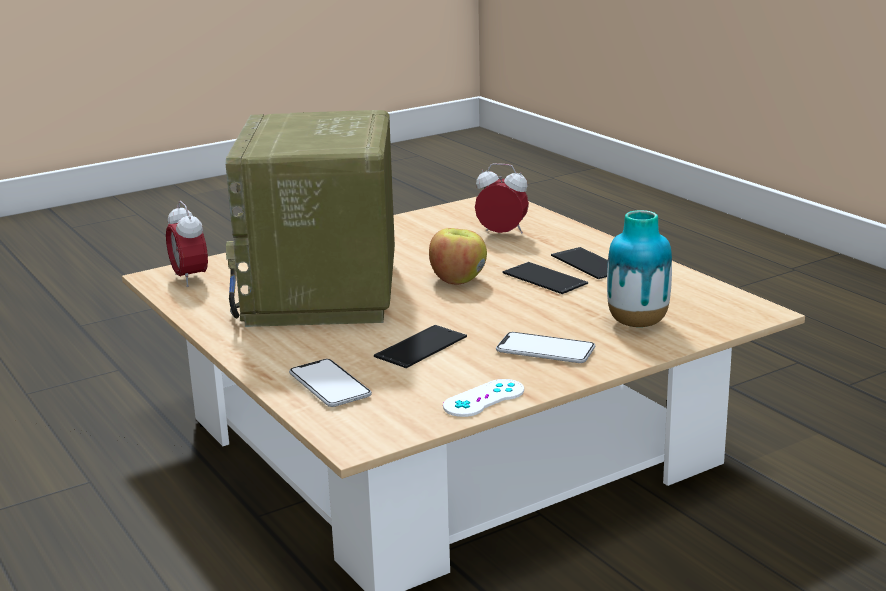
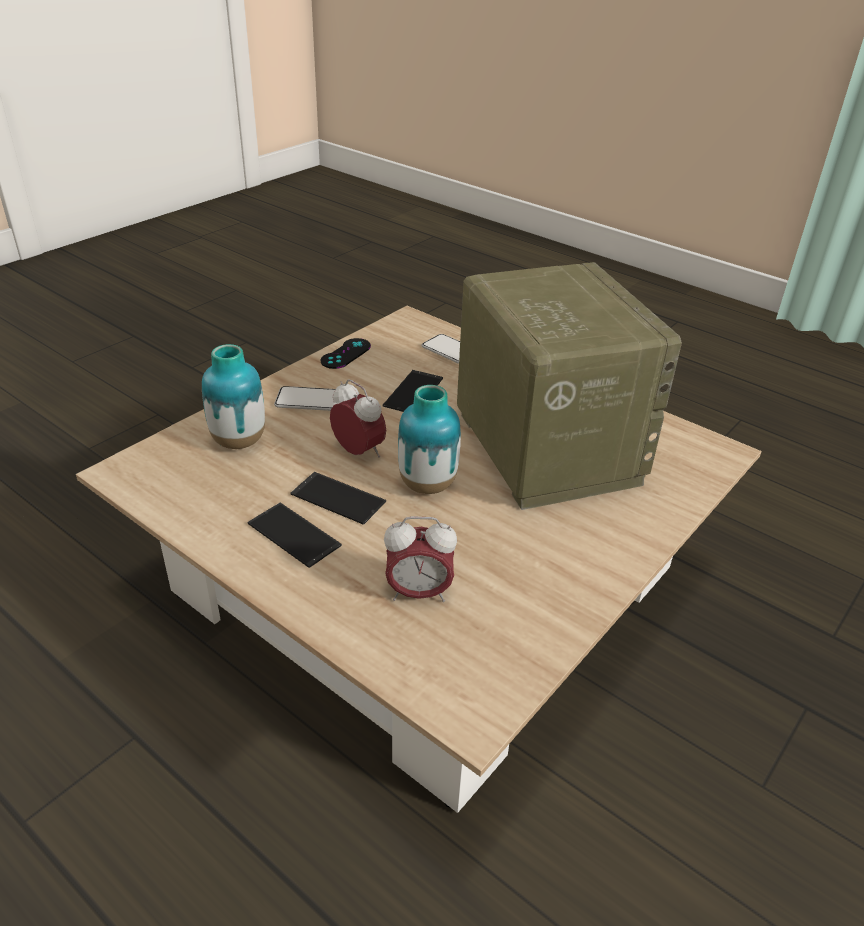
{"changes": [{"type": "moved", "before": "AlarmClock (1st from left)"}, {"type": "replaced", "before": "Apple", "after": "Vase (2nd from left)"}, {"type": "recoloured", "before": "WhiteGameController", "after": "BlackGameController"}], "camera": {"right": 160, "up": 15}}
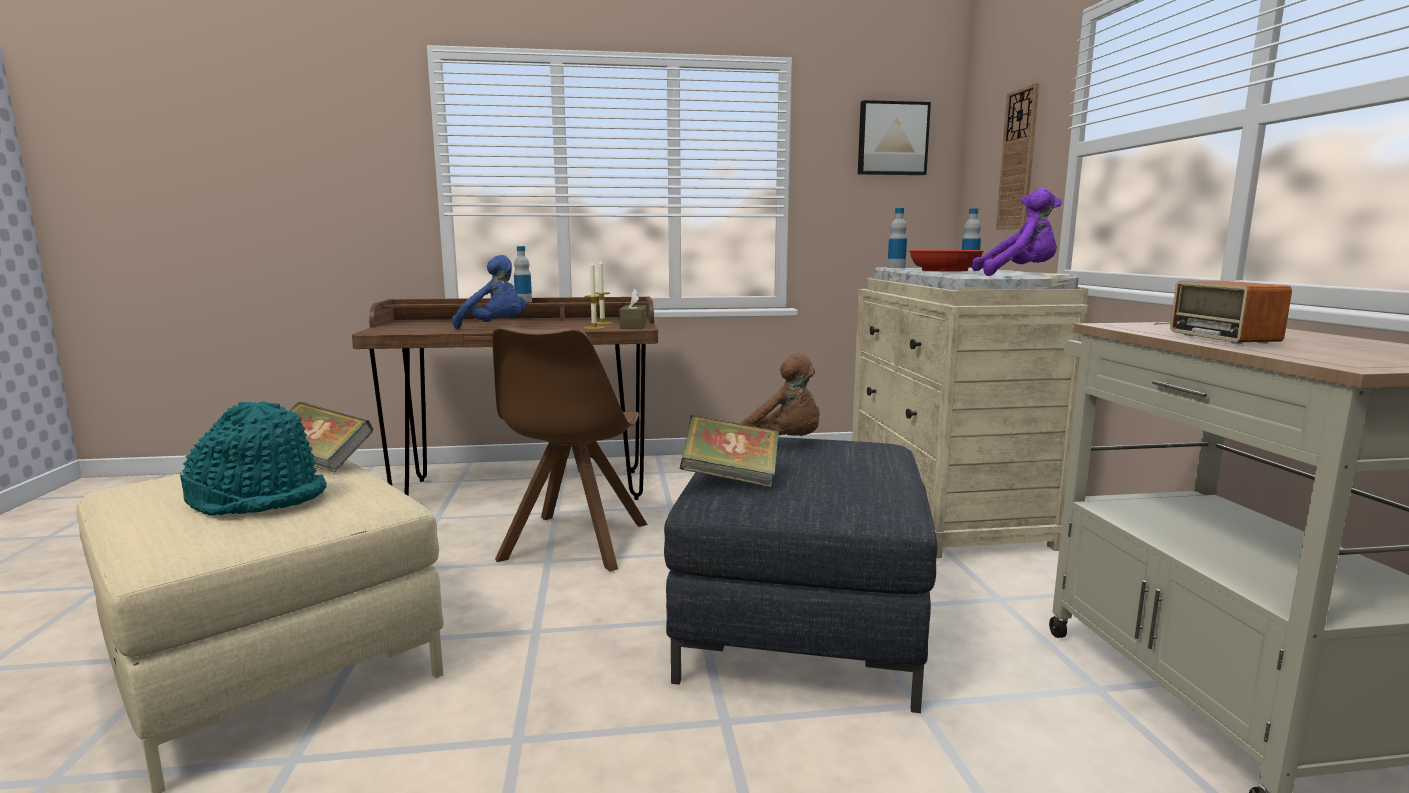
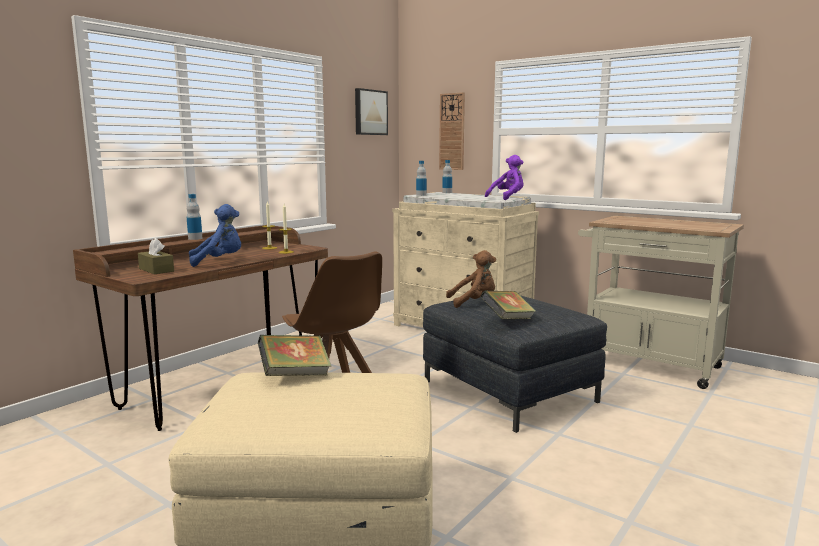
{"changes": [{"type": "removed", "before": "TurquoiseHat"}, {"type": "moved", "before": "BrownTissueBox"}, {"type": "removed", "before": "RedBowl"}, {"type": "removed", "before": "Radio"}], "camera": {"right": -45, "up": 0}}
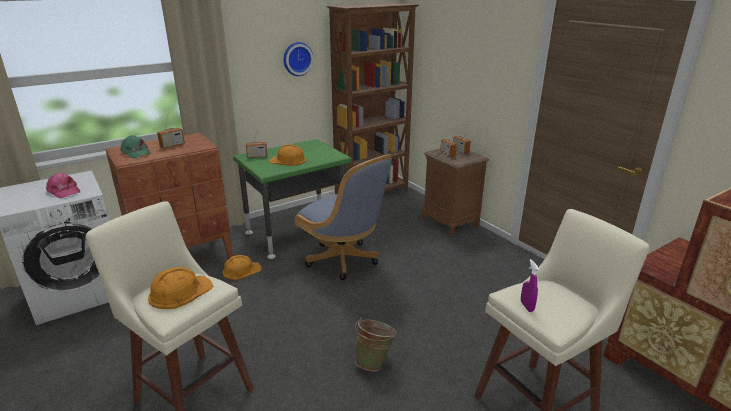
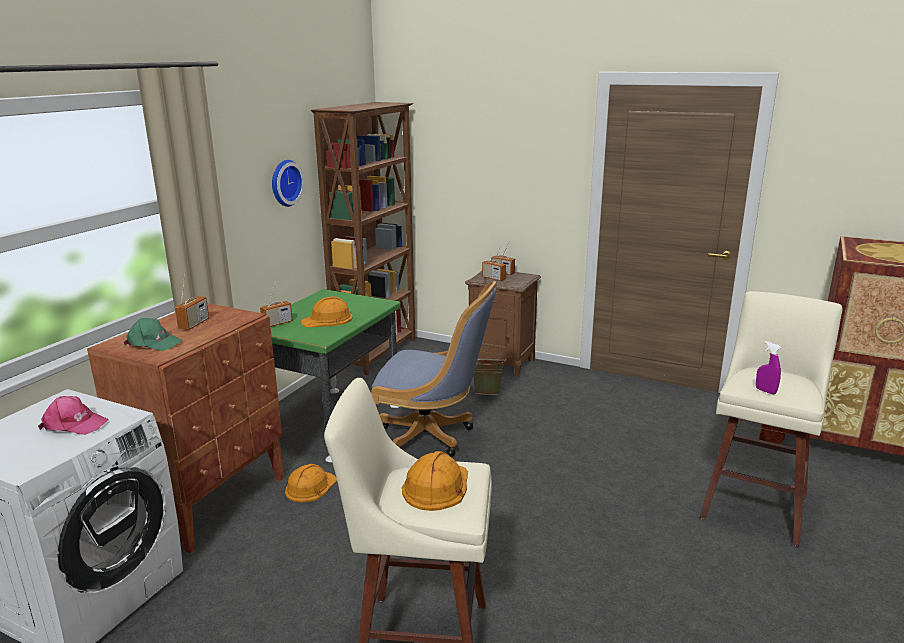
{"changes": [{"type": "moved", "before": "GreenBucket"}], "camera": {"right": -30, "up": -5}}
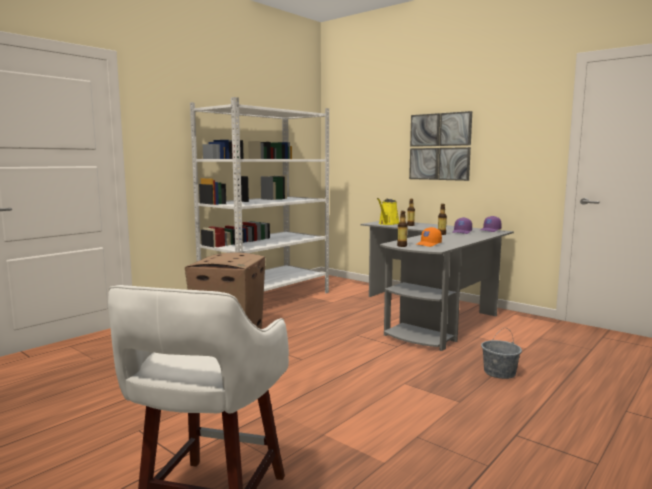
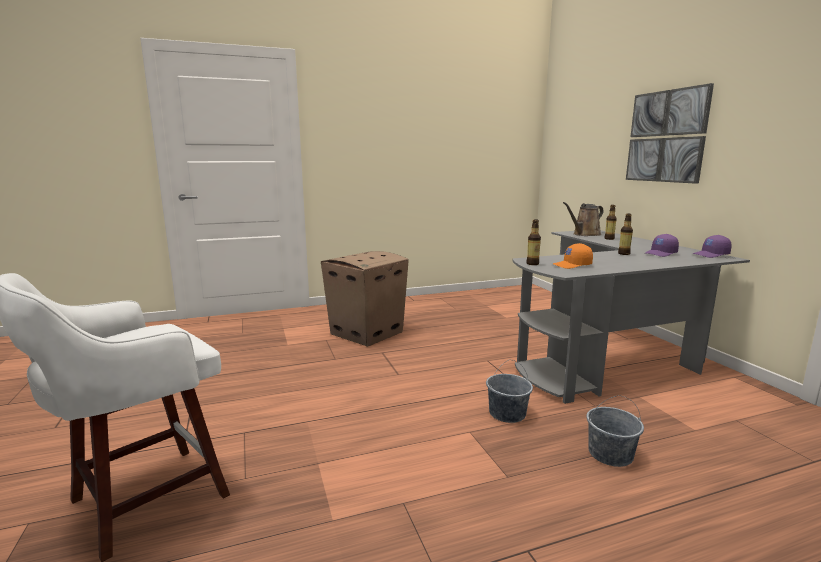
{"changes": [{"type": "removed", "before": "WhiteBookcase"}, {"type": "recoloured", "before": "YellowWateringCan", "after": "BrownWateringCan"}, {"type": "added", "after": "GreyBucket (1st from left)"}], "camera": {"right": 30, "up": 5}}
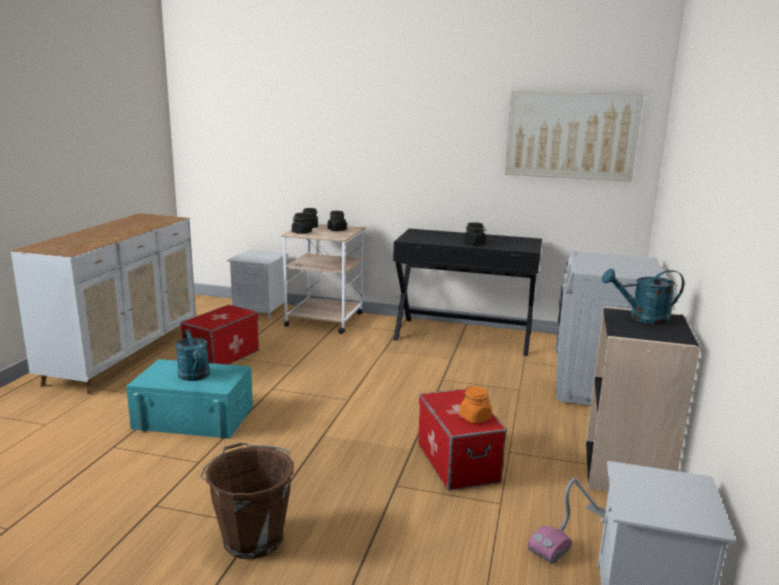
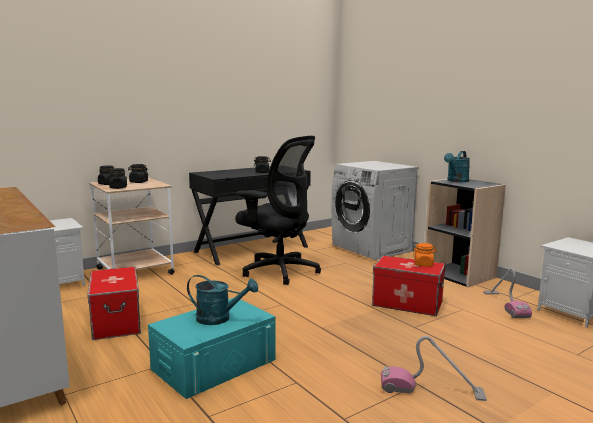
{"changes": [{"type": "replaced", "before": "BrownBucket", "after": "VacuumCleaner (1st from left)"}, {"type": "removed", "before": "Picture"}, {"type": "added", "after": "BlackOfficeChair"}], "camera": {"right": -50, "up": -5}}
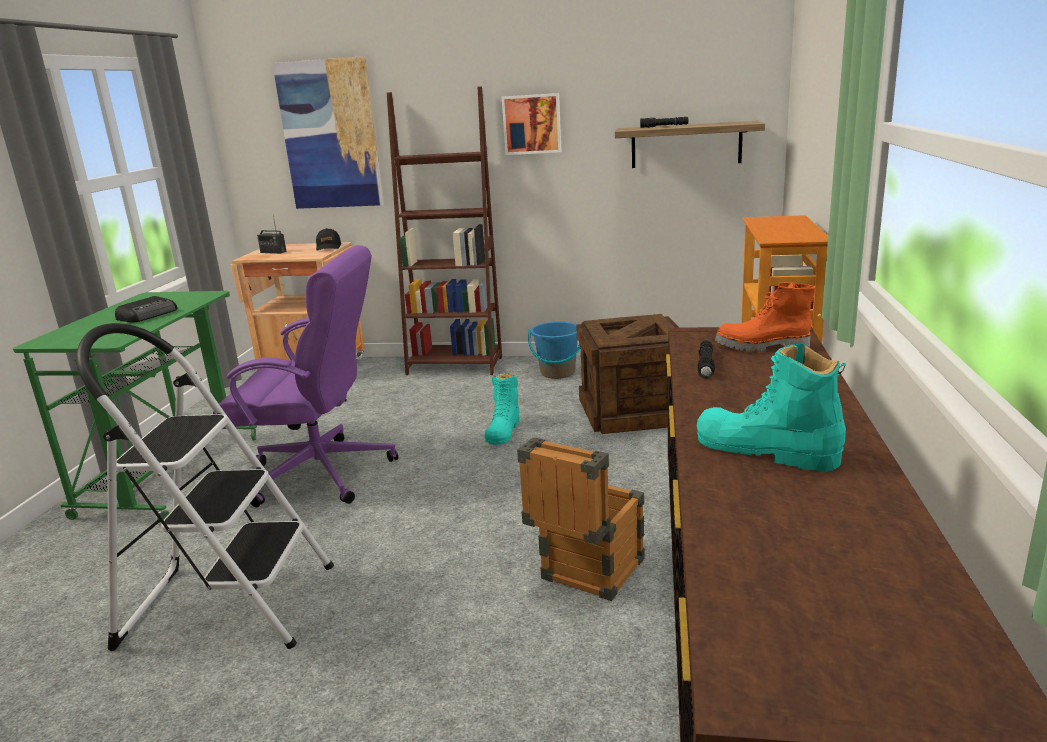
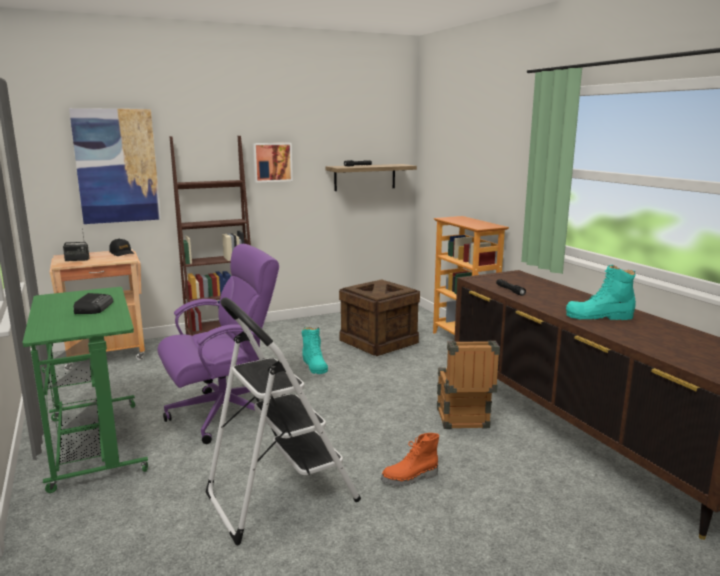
{"changes": [{"type": "removed", "before": "BlueBucket"}, {"type": "moved", "before": "OrangeBoot"}], "camera": {"right": -35, "up": -5}}
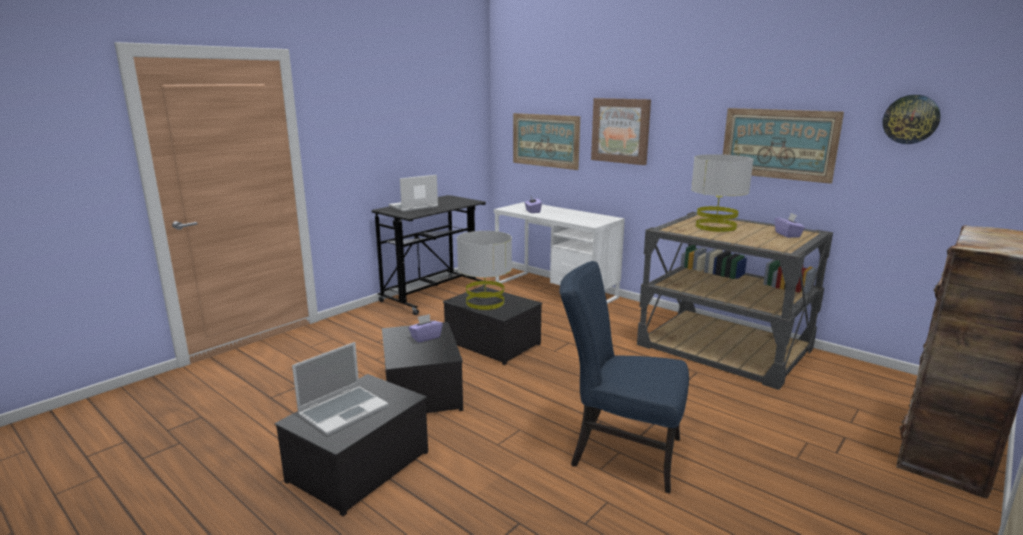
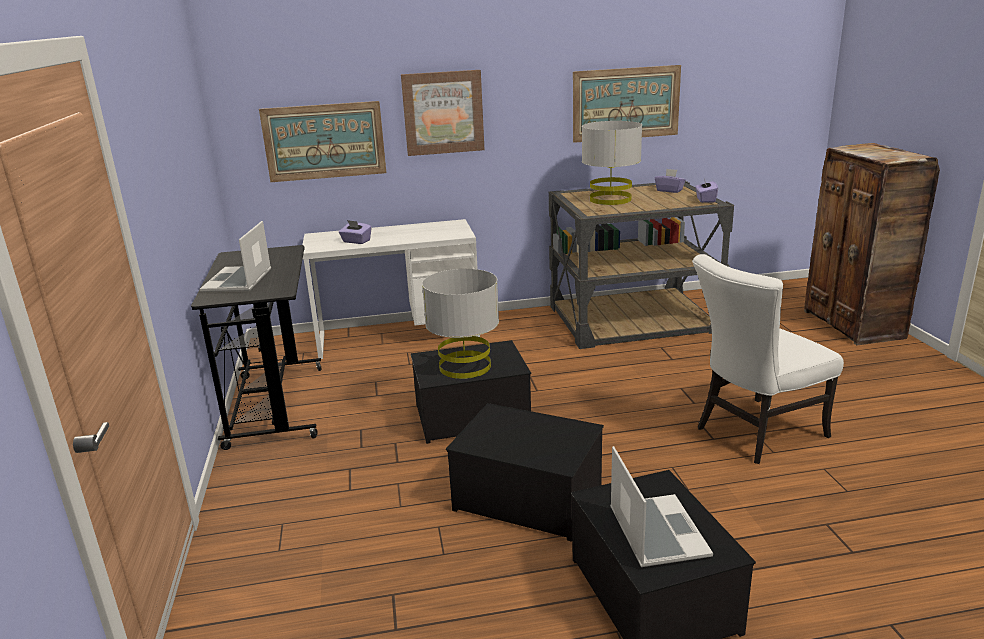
{"changes": [{"type": "moved", "before": "PurpleTissueBox (1st from left in the first image)", "after": "PurpleTissueBox (3rd from left)"}, {"type": "recoloured", "before": "BlueChair", "after": "WhiteChair"}, {"type": "removed", "before": "WallClock"}], "camera": {"right": -50, "up": 5}}
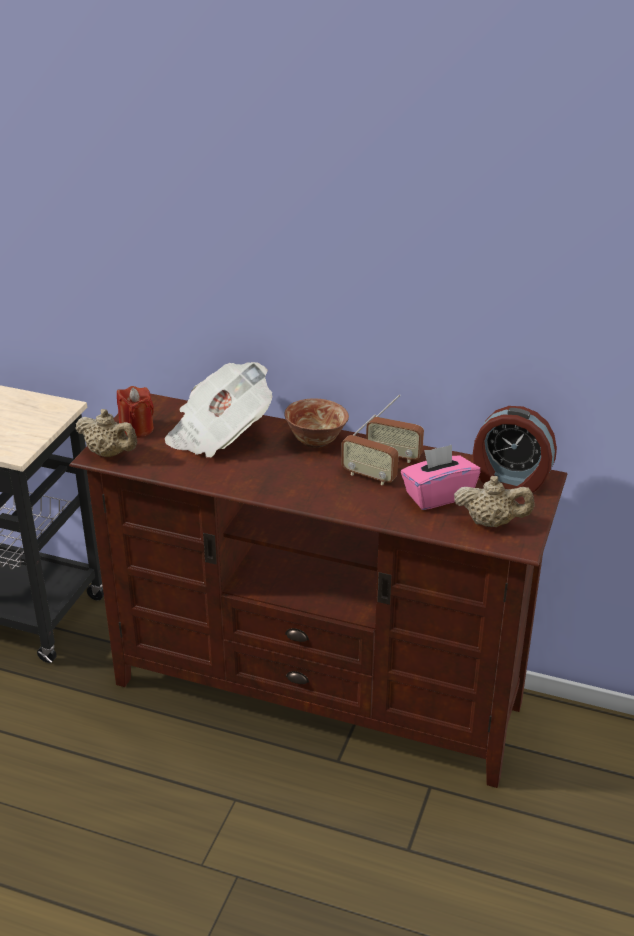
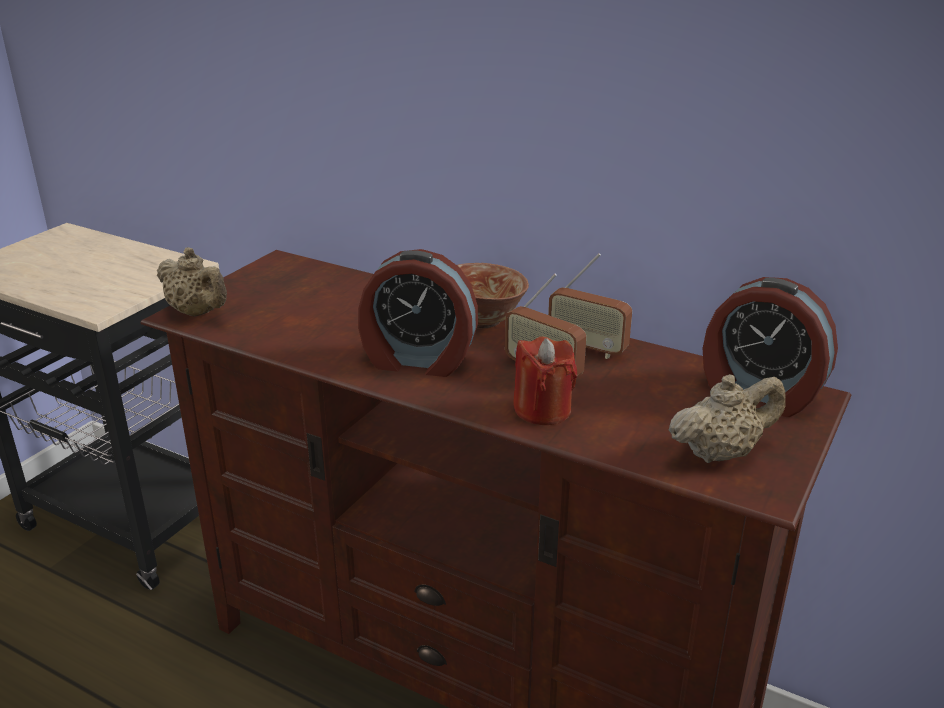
{"changes": [{"type": "moved", "before": "RedCandle"}, {"type": "removed", "before": "Newspaper"}, {"type": "removed", "before": "PinkTissueBox"}, {"type": "turned", "before": "BeigeTeapot (2nd from left)", "turn": -45}, {"type": "added", "after": "AlarmClock (1st from left)"}], "camera": {"right": 10, "up": -5}}
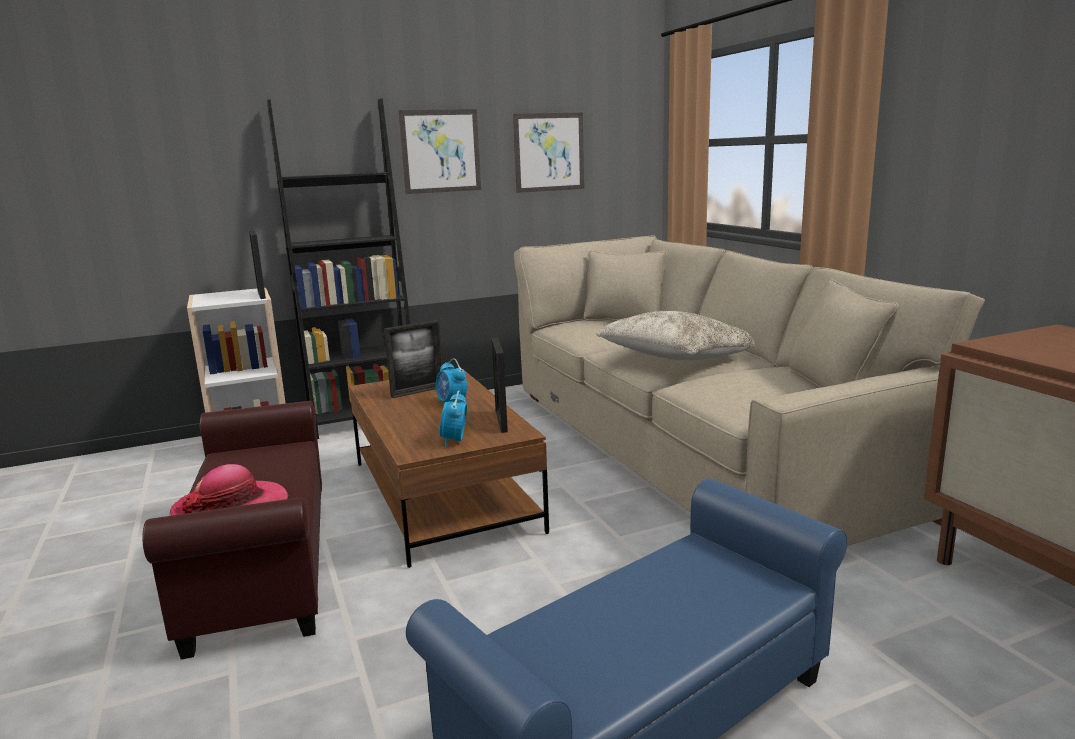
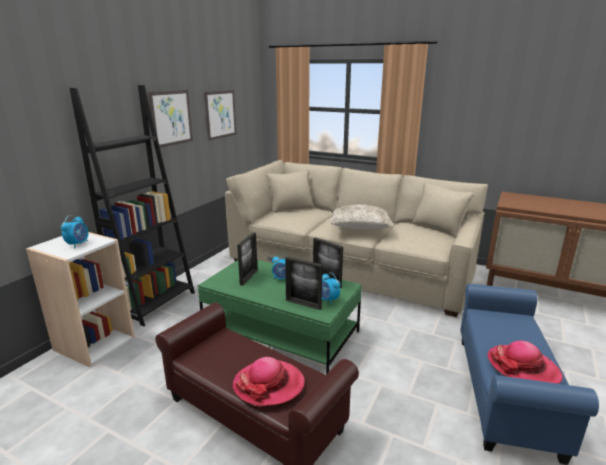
{"changes": [{"type": "moved", "before": "PictureFrame (1st from left in the first image)", "after": "PictureFrame (2nd from left)"}, {"type": "recoloured", "before": "BrownCoffeeTable", "after": "GreenCoffeeTable"}, {"type": "added", "after": "AlarmClock (1st from left)"}, {"type": "added", "after": "Hat (2nd from left)"}], "camera": {"right": -40, "up": 5}}
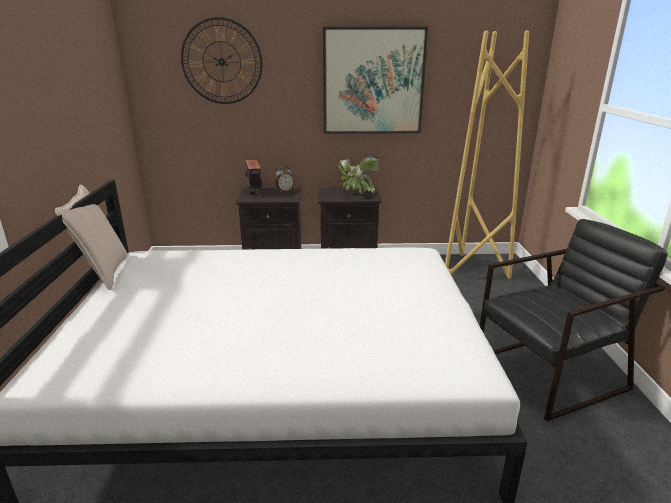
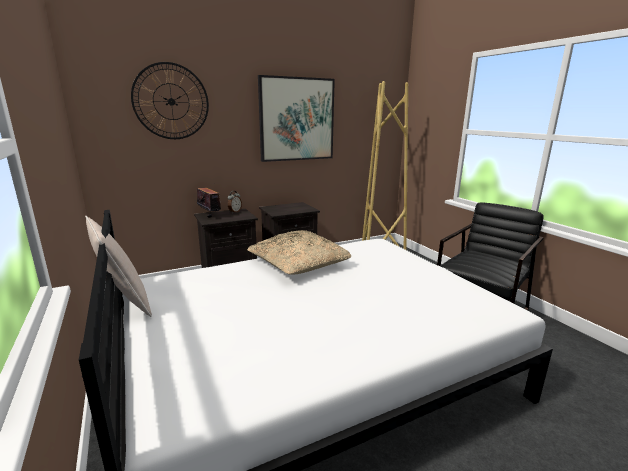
{"changes": [{"type": "removed", "before": "PottedPlant"}, {"type": "added", "after": "BeigePillow (2nd from left)"}], "camera": {"right": -25, "up": -5}}
